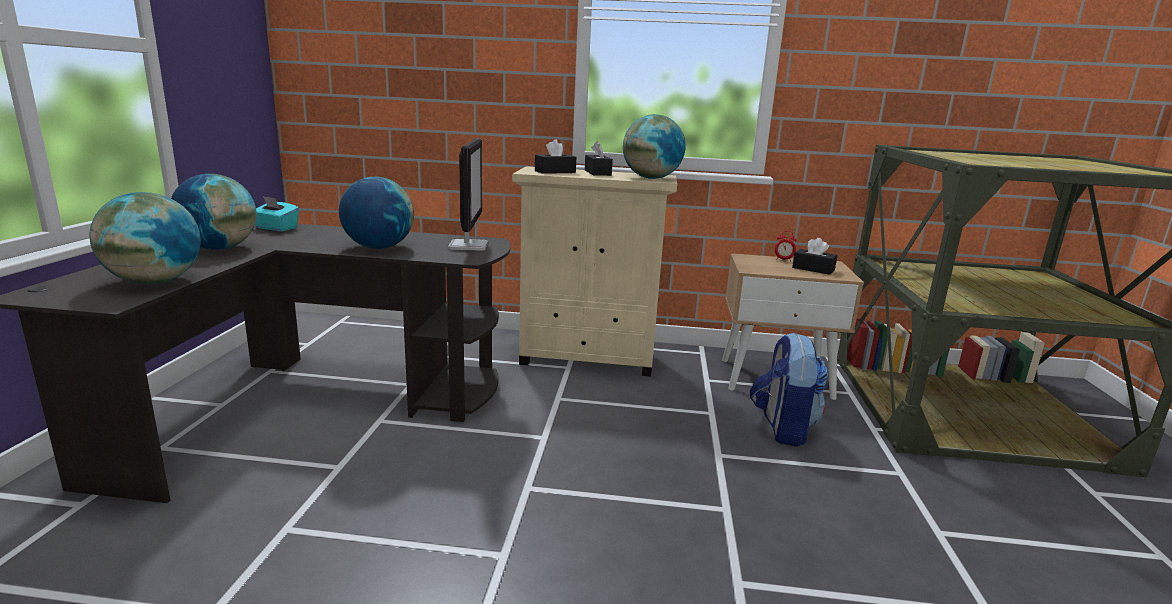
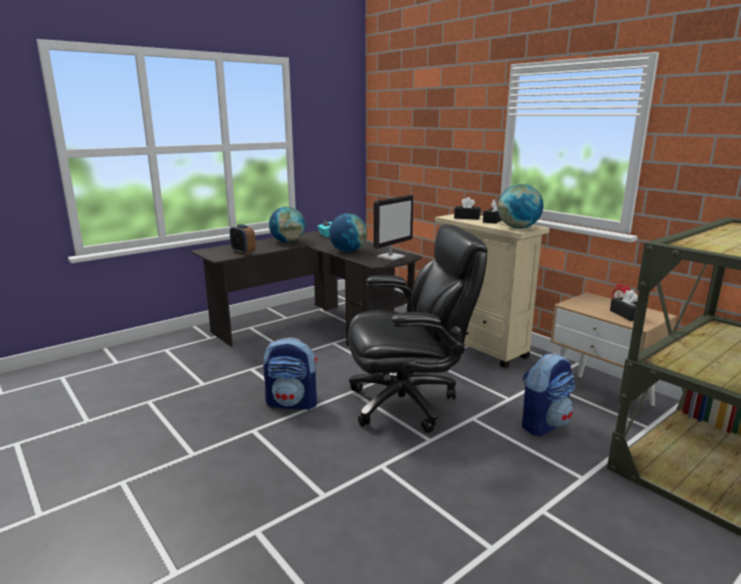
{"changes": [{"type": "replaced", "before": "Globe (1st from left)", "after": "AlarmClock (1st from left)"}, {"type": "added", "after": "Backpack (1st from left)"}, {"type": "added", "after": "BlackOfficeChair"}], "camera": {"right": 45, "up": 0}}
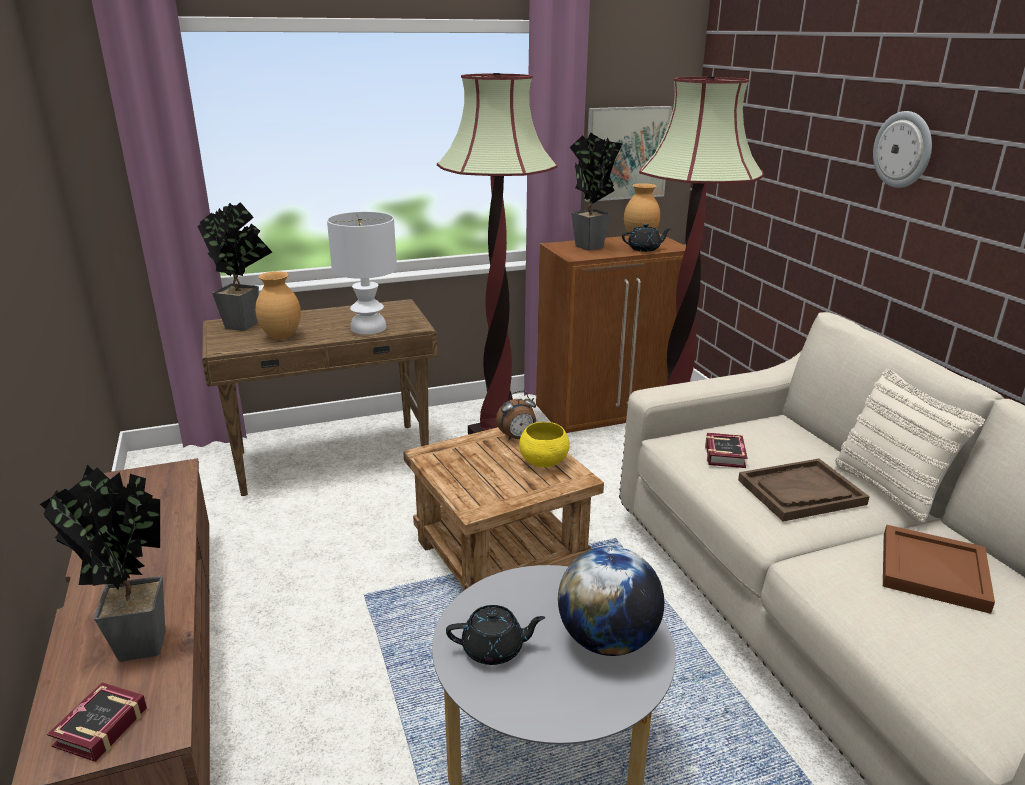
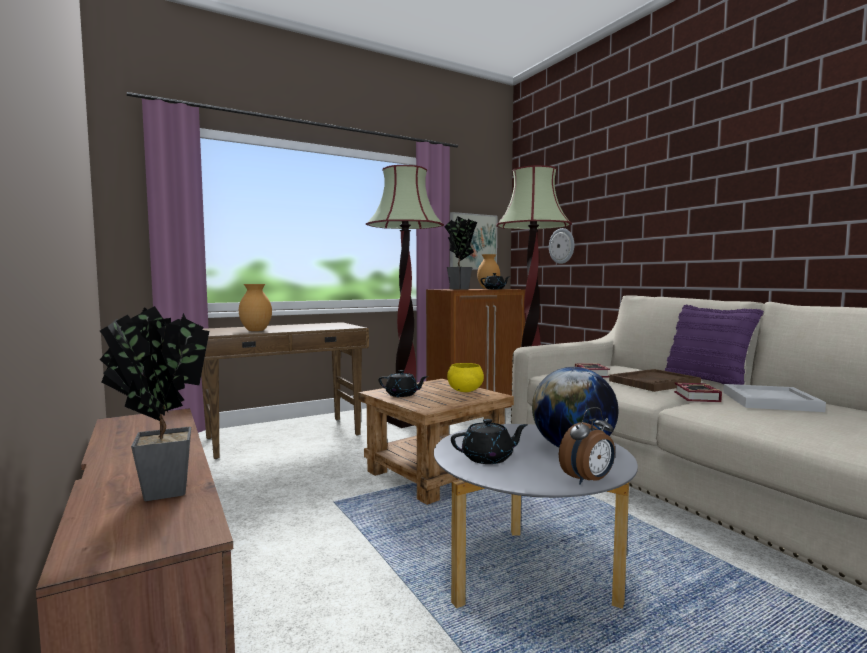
{"changes": [{"type": "moved", "before": "Book (1st from left in the first image)", "after": "Book (2nd from left)"}, {"type": "removed", "before": "PottedPlant (2nd from left)"}, {"type": "removed", "before": "WhiteTableLamp"}, {"type": "moved", "before": "AlarmClock"}, {"type": "recoloured", "before": "BeigePillow", "after": "PurplePillow"}, {"type": "moved", "before": "WallClock"}, {"type": "recoloured", "before": "BrownTray (2nd from left)", "after": "WhiteTray"}, {"type": "added", "after": "BlackTeapot (1st from left)"}], "camera": {"right": -10, "up": -20}}
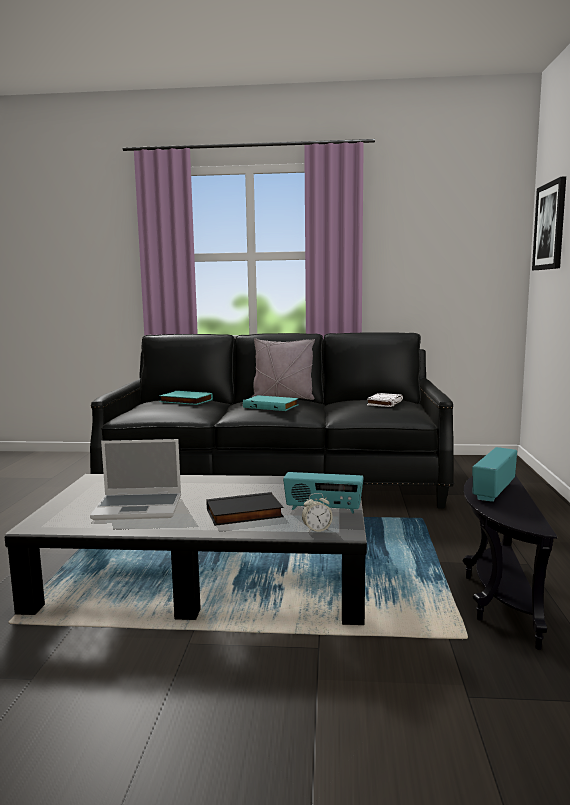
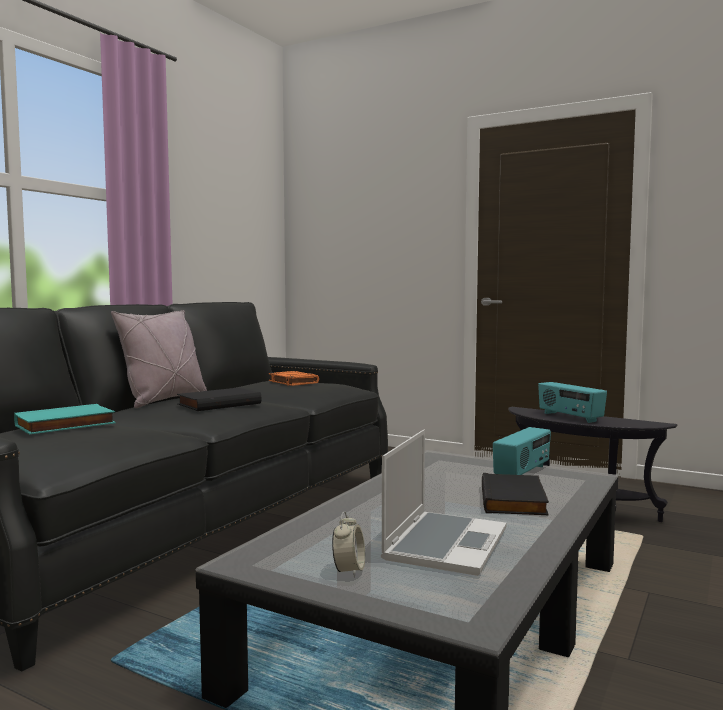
{"changes": [{"type": "recoloured", "before": "TurquoiseBook (2nd from left)", "after": "BlackBook (1st from left)"}, {"type": "moved", "before": "AlarmClock"}, {"type": "recoloured", "before": "WhiteBook", "after": "OrangeBook"}, {"type": "removed", "before": "Picture"}], "camera": {"right": -65, "up": -5}}
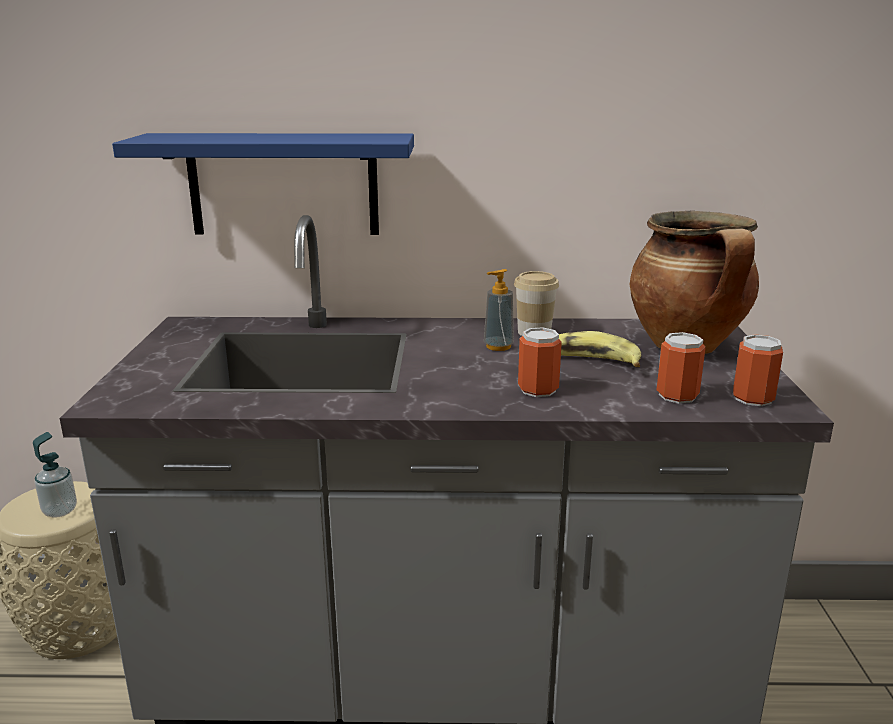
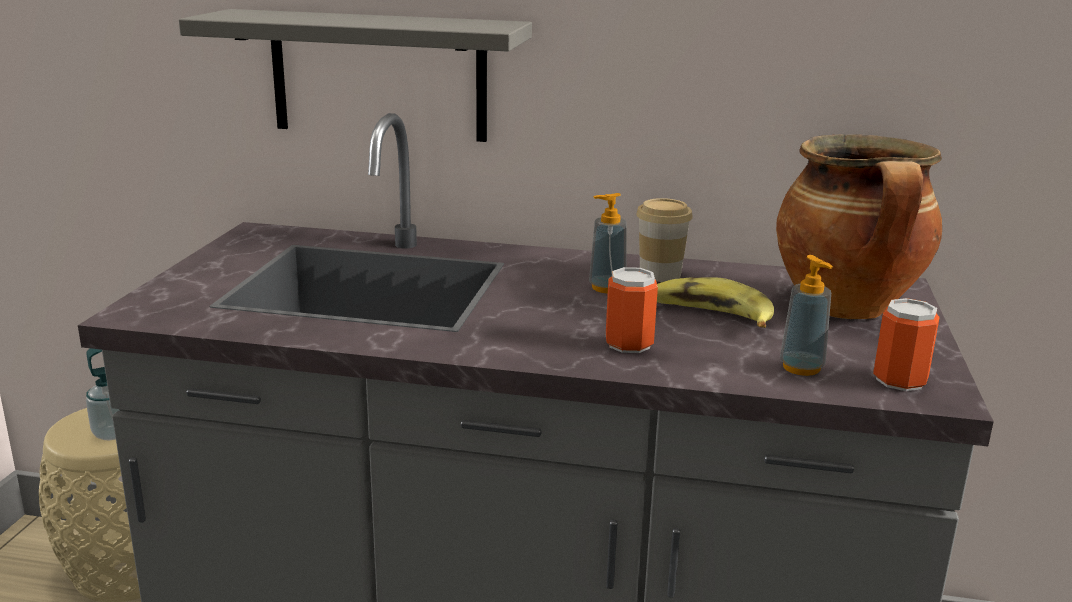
{"changes": [{"type": "recoloured", "before": "BlueShelf", "after": "GreyShelf"}, {"type": "replaced", "before": "Can (2nd from left)", "after": "SoapDispenser (3rd from left)"}], "camera": {"right": 10, "up": 0}}
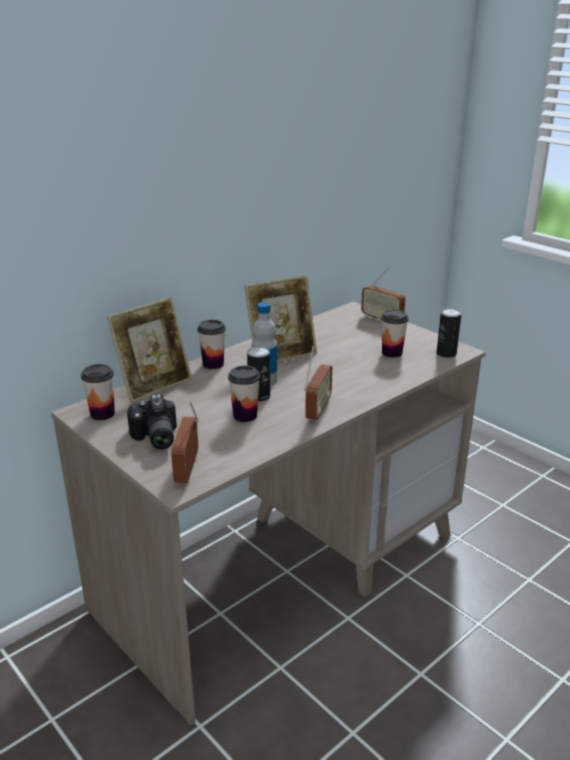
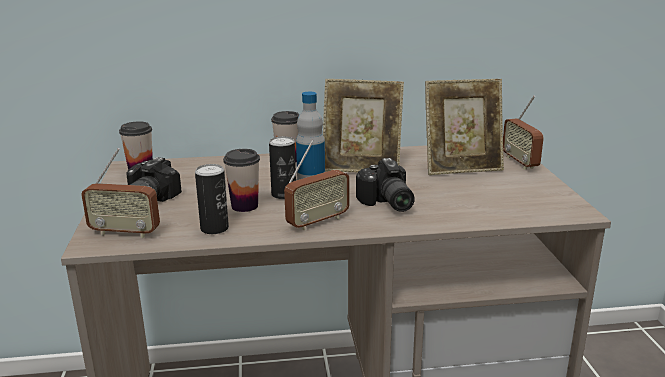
{"changes": [{"type": "moved", "before": "PictureFrame (1st from left in the first image)", "after": "PictureFrame (2nd from left)"}, {"type": "turned", "before": "Radio (1st from left)", "turn": -120}, {"type": "removed", "before": "Cup (4th from left)"}, {"type": "moved", "before": "Can (2nd from left in the first image)", "after": "Can (1st from left)"}, {"type": "added", "after": "PhotoCamera (2nd from left)"}], "camera": {"right": 35, "up": -5}}
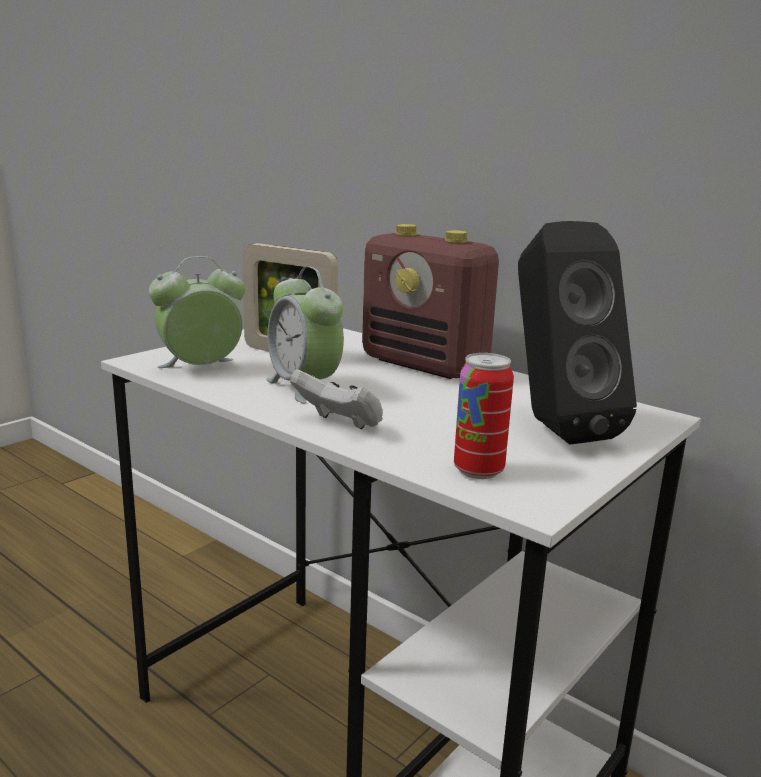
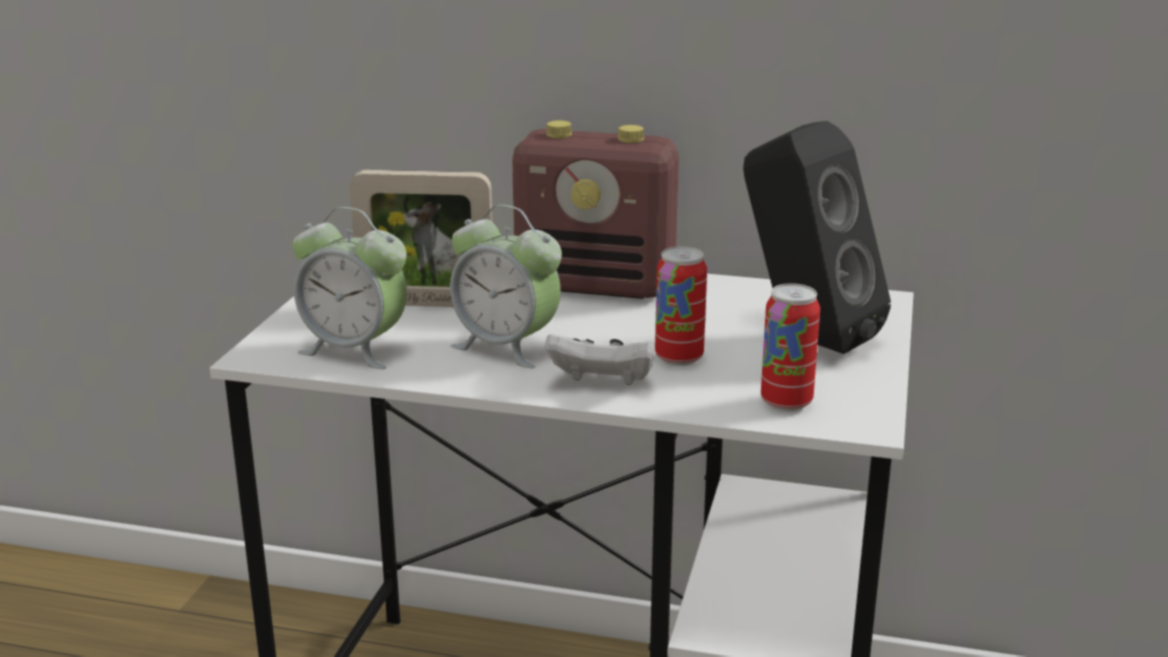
{"changes": [{"type": "turned", "before": "AlarmClock (1st from left)", "turn": -105}, {"type": "added", "after": "Can (1st from left)"}], "camera": {"right": -25, "up": 5}}
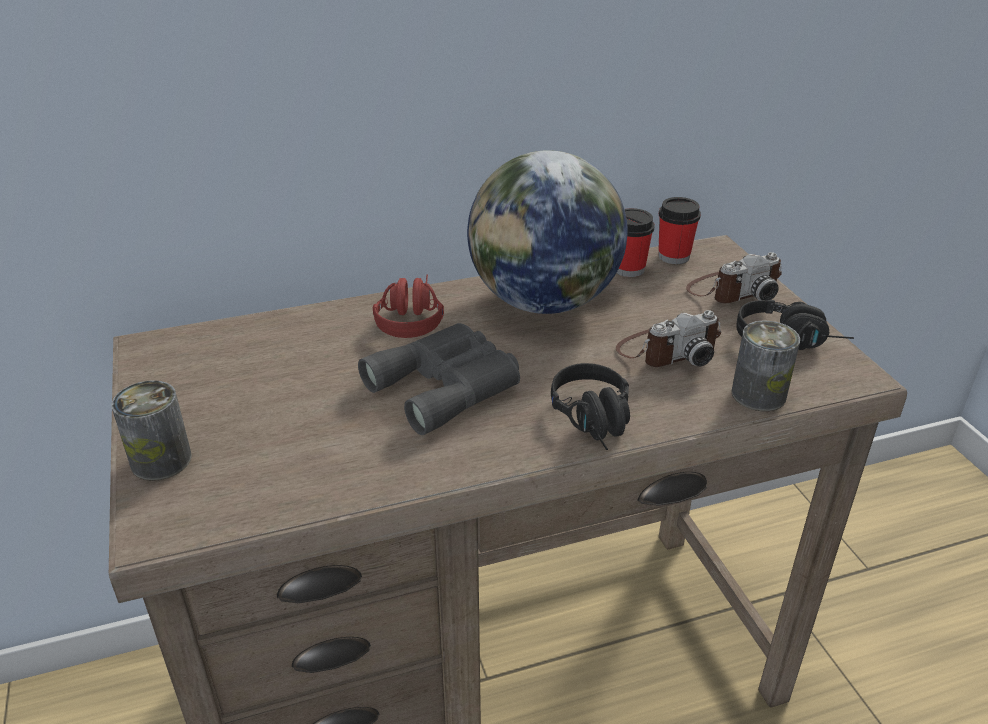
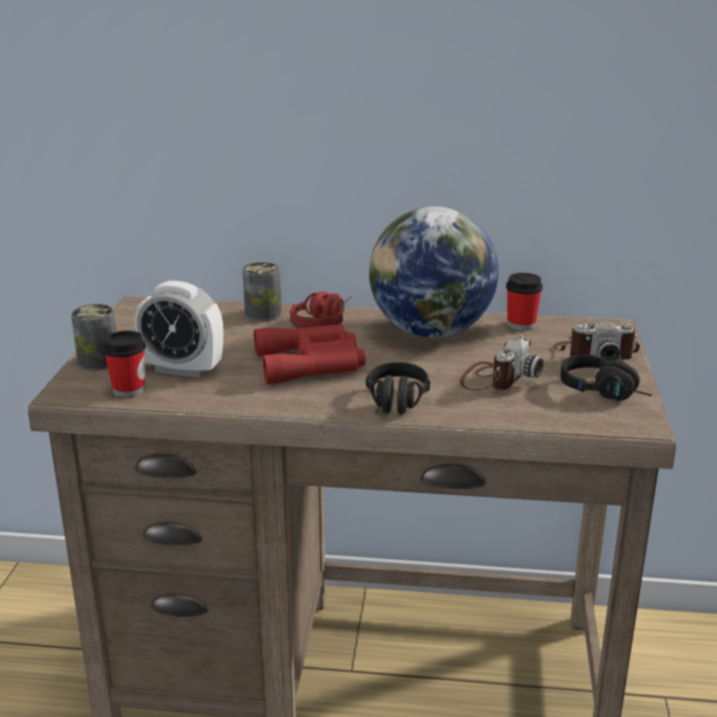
{"changes": [{"type": "recoloured", "before": "GreyBinoculars", "after": "RedBinoculars"}, {"type": "turned", "before": "PhotoCamera (1st from left)", "turn": -60}, {"type": "moved", "before": "Cup (2nd from left in the first image)", "after": "Cup (1st from left)"}, {"type": "moved", "before": "Can (2nd from left)"}, {"type": "added", "after": "AlarmClock"}], "camera": {"right": 25, "up": -10}}
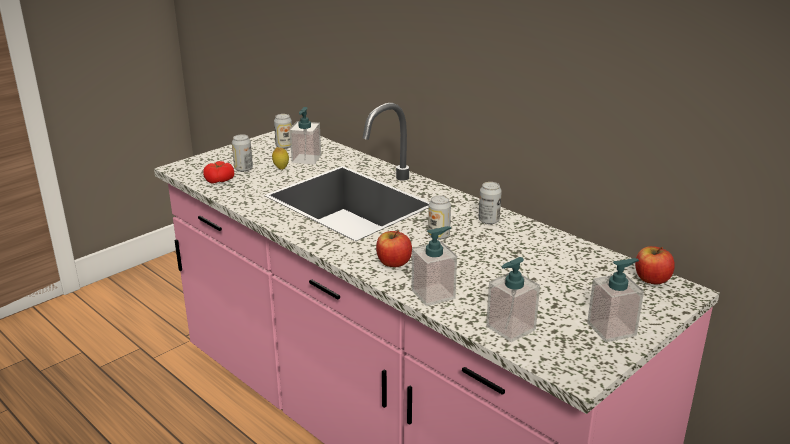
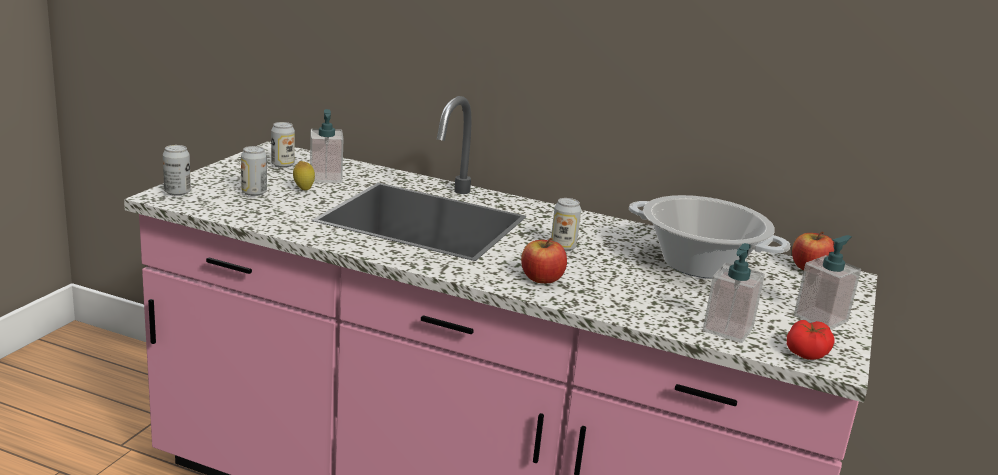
{"changes": [{"type": "moved", "before": "Tomato"}, {"type": "removed", "before": "SoapDispenser (2nd from left)"}, {"type": "moved", "before": "Can (4th from left in the first image)", "after": "Can (1st from left)"}, {"type": "added", "after": "CookingPot"}], "camera": {"right": -25, "up": -5}}
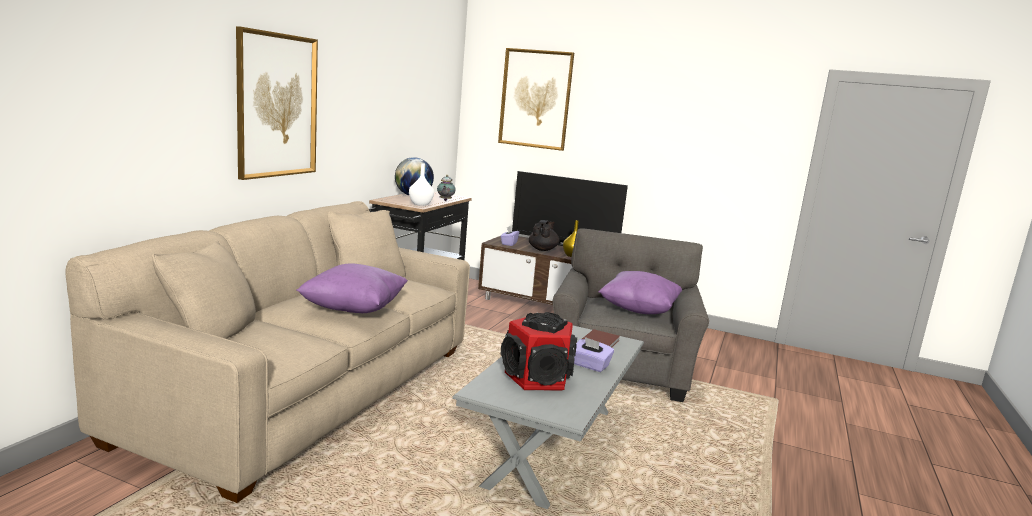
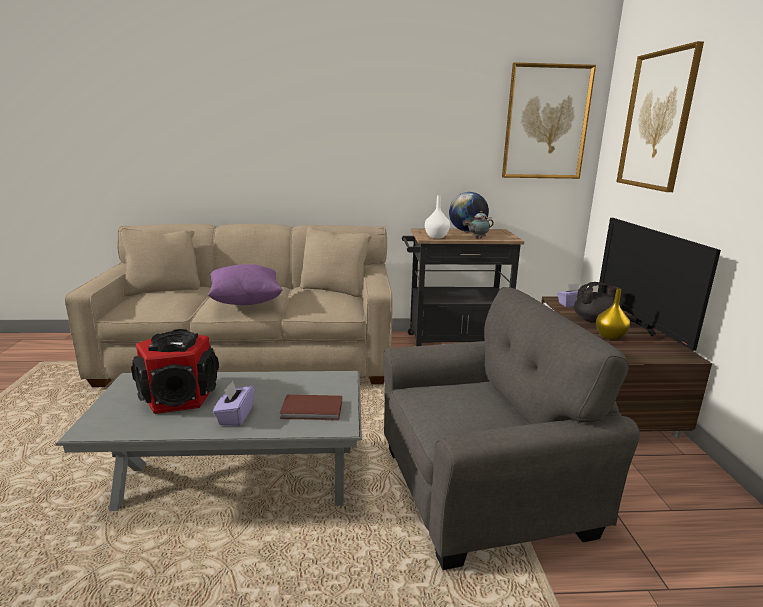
{"changes": [{"type": "moved", "before": "Picture (1st from left)"}, {"type": "removed", "before": "PurplePillow (2nd from left)"}], "camera": {"right": 65, "up": 5}}
